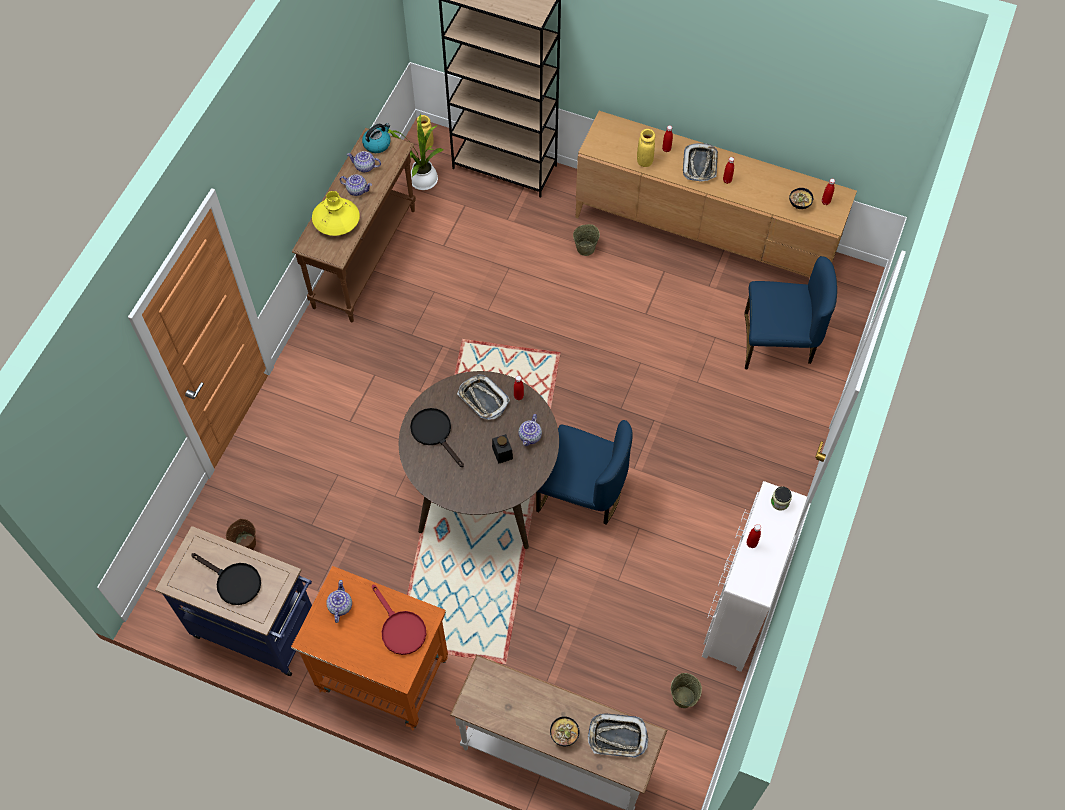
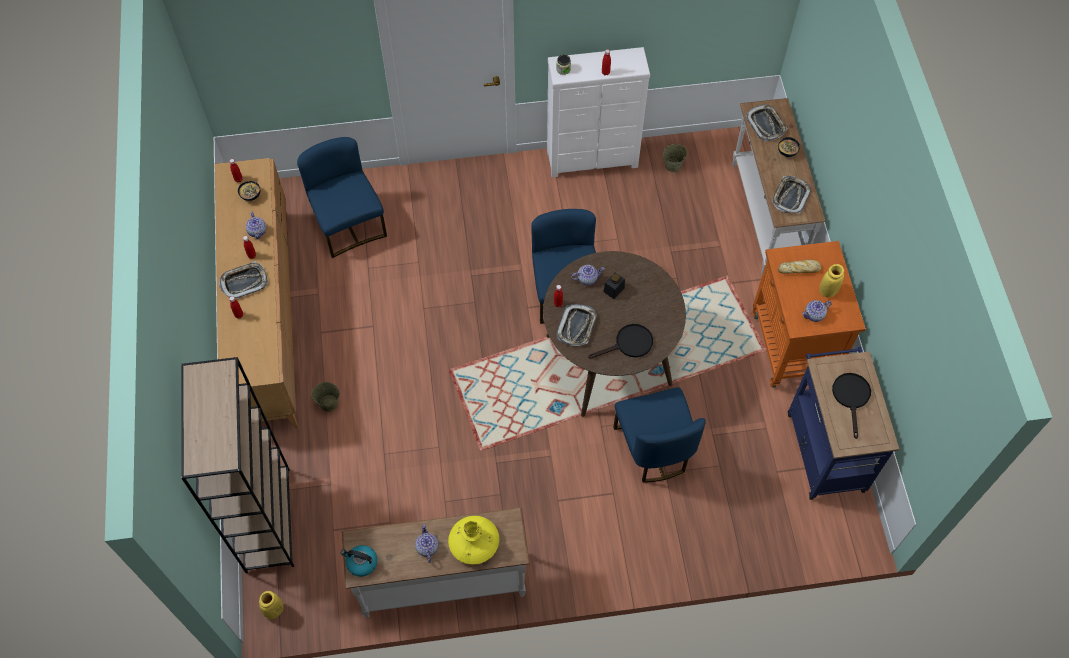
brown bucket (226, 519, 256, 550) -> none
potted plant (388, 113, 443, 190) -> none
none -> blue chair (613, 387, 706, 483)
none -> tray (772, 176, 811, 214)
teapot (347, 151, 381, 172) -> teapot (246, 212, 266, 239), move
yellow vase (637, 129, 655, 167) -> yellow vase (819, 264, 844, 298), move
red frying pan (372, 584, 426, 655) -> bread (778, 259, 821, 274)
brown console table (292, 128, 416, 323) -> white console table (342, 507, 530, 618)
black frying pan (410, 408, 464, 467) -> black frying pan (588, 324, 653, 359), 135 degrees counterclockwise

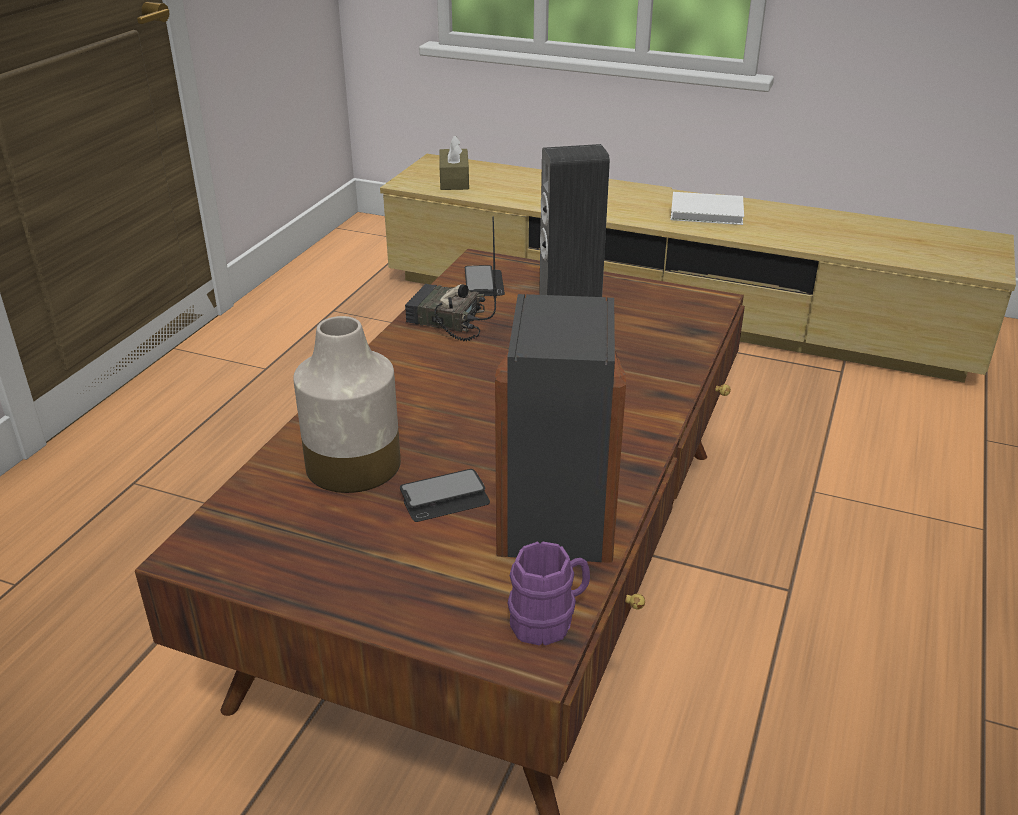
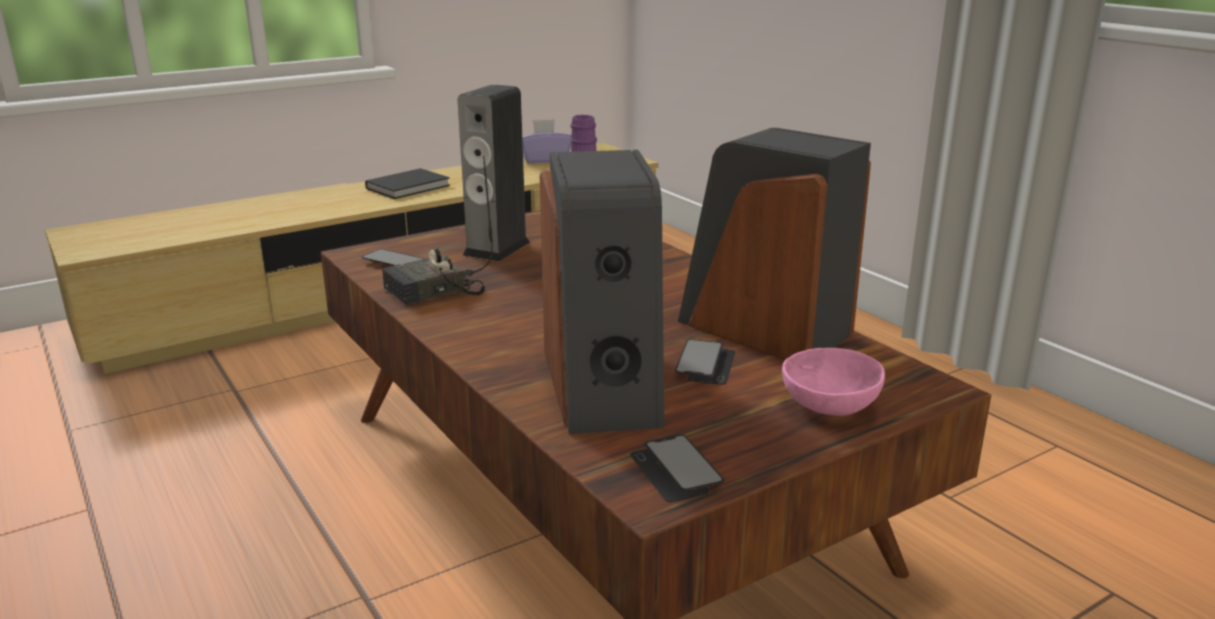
brown tissue box (440, 135, 469, 190) -> none
none -> purple tissue box (522, 119, 572, 164)
none -> phone (630, 435, 724, 502)
none -> pink bowl (782, 348, 885, 416)
purple mug (507, 541, 590, 646) -> purple mug (570, 115, 597, 152), move
beige vase (293, 316, 401, 493) -> speaker (540, 150, 664, 434)
white book (670, 192, 744, 225) -> black book (365, 168, 450, 199)

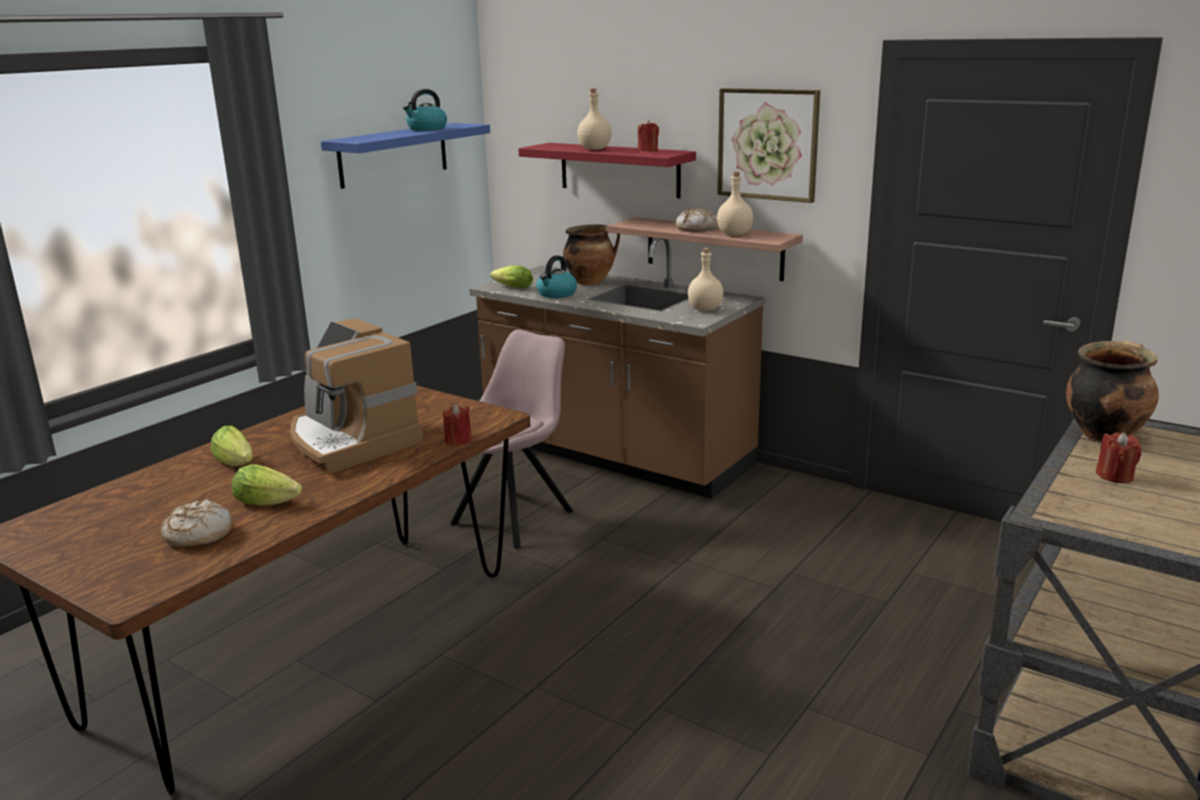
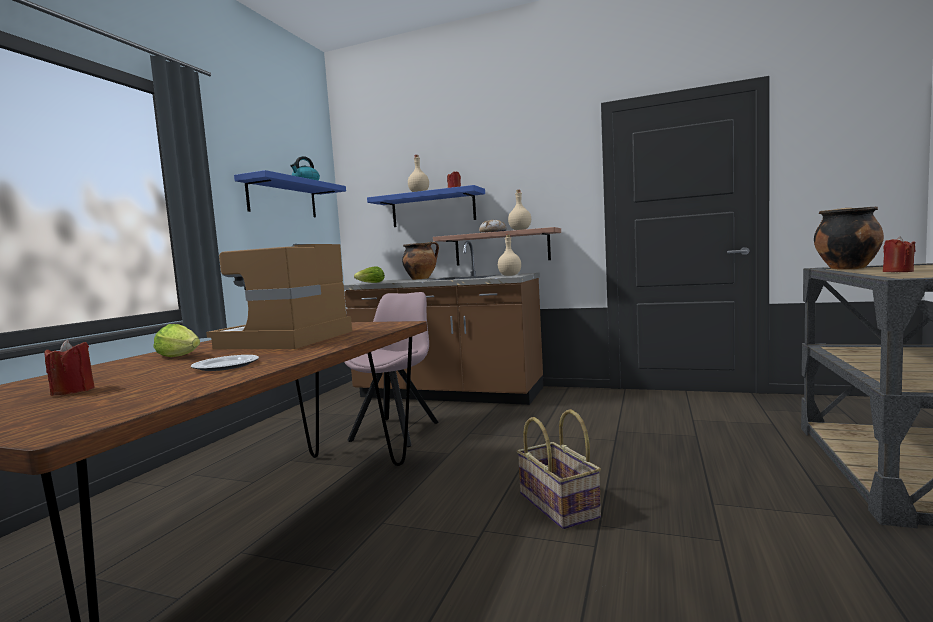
bread (161, 499, 231, 547) -> none
kettle (536, 255, 577, 298) -> none
picture (718, 88, 820, 203) -> none
none -> basket (517, 409, 601, 529)
red candle (443, 404, 472, 446) -> red candle (44, 340, 94, 396), move
lettuce (232, 464, 302, 506) -> plate (191, 355, 259, 371)
red shelf (518, 143, 696, 198) -> blue shelf (367, 185, 485, 227)
coffee machine (290, 318, 424, 475) -> coffee machine (206, 244, 352, 349), 75 degrees clockwise

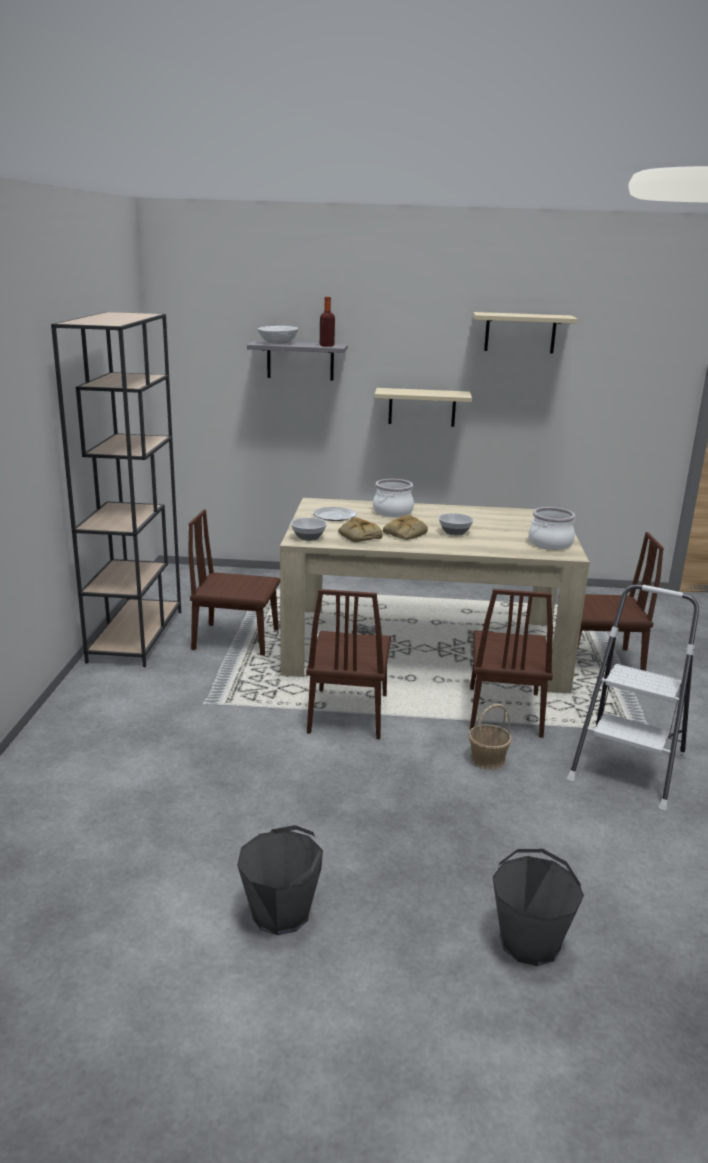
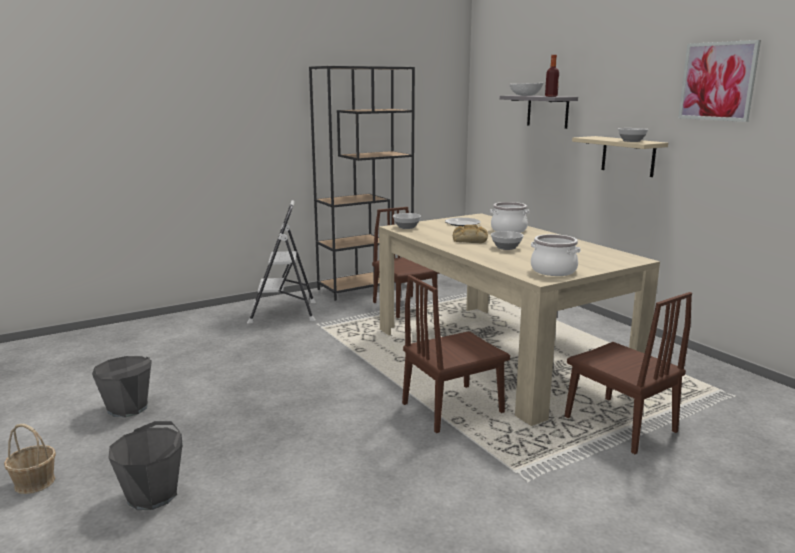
brown chair (306, 589, 391, 739) -> none
bread (338, 517, 383, 542) -> none
none -> bowl (618, 128, 648, 142)
basket (468, 704, 512, 770) -> basket (4, 424, 56, 494), move
white step ladder (567, 584, 699, 810) -> white step ladder (247, 200, 316, 324), move
beige shelf (473, 312, 578, 353) -> picture (678, 40, 761, 122)

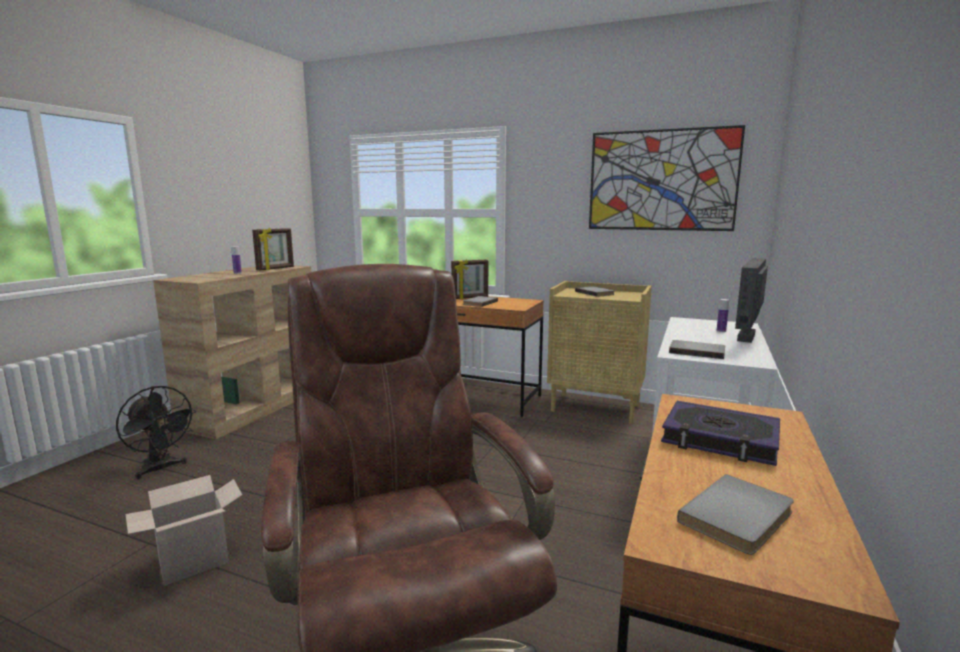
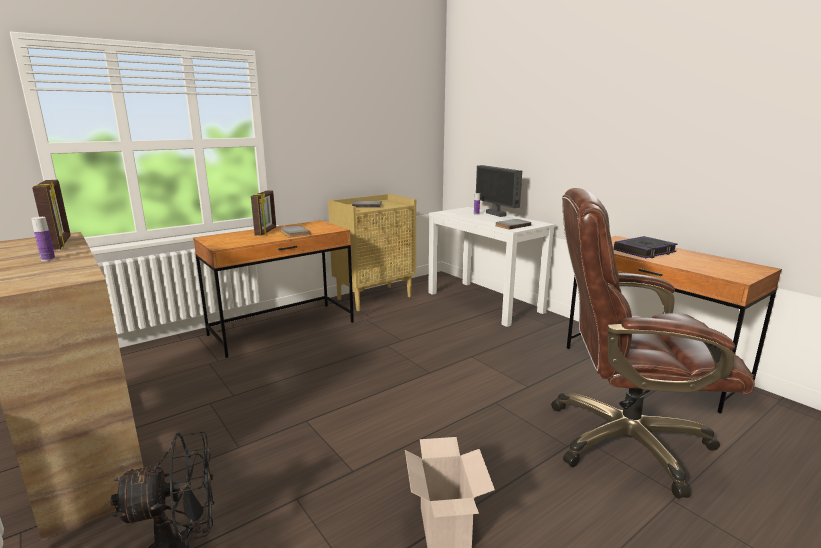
picture (589, 125, 745, 231) -> none
grey book (677, 474, 794, 555) -> none

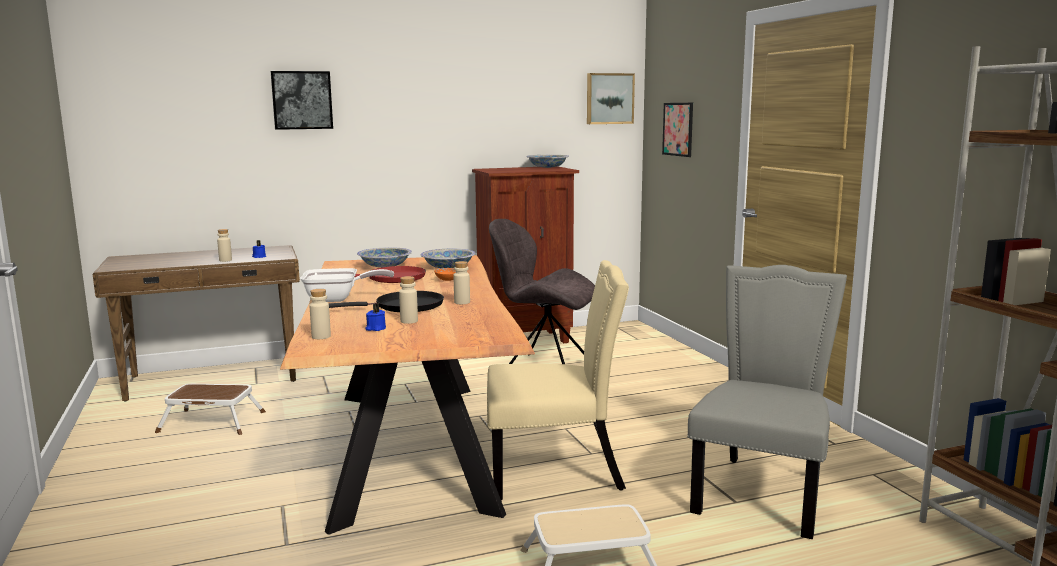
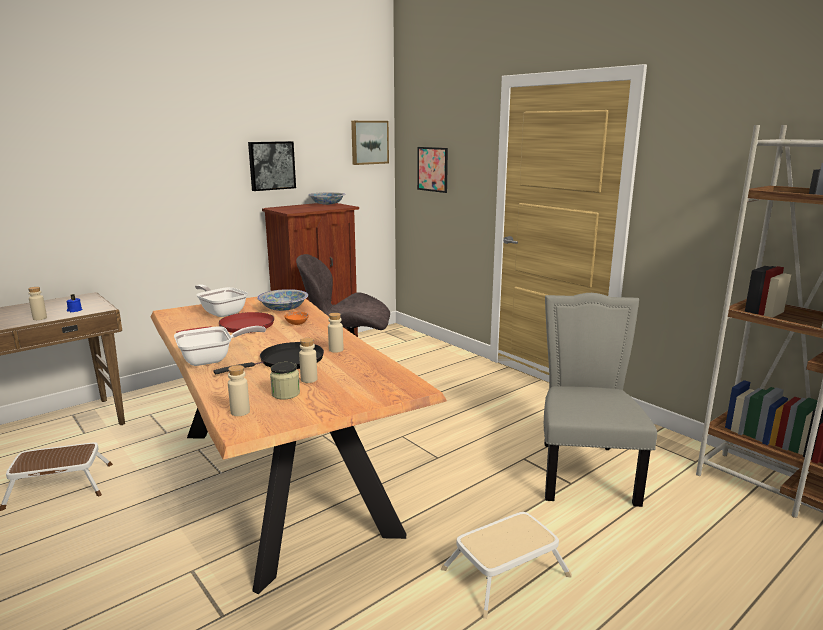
beige chair (487, 260, 629, 500) -> none
picture (271, 71, 333, 130) -> picture (248, 141, 296, 191), move
bowl (357, 247, 412, 267) -> frying pan (195, 284, 248, 317)
blue candle (365, 303, 386, 331) -> jar (270, 362, 300, 399)

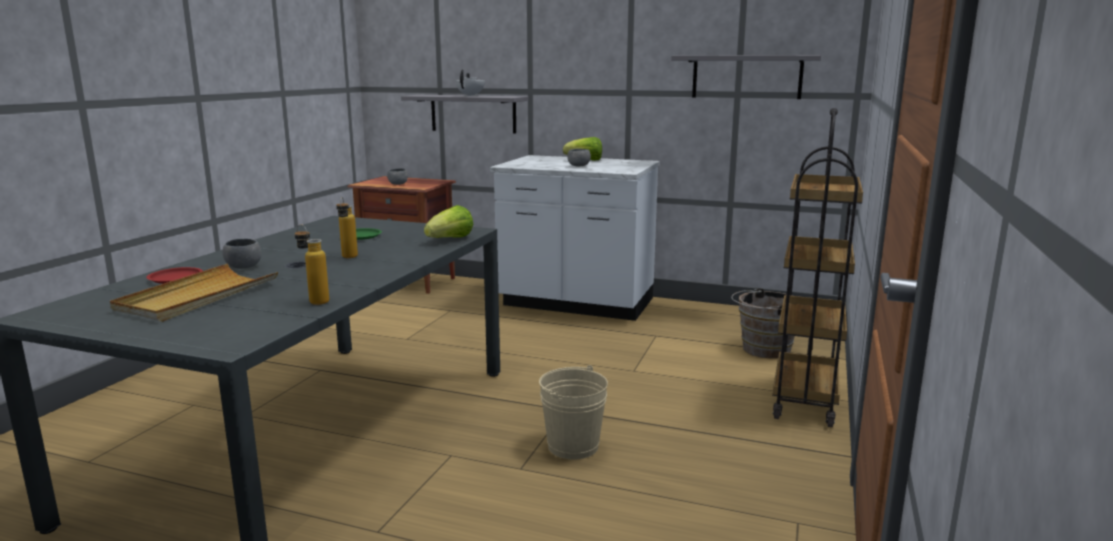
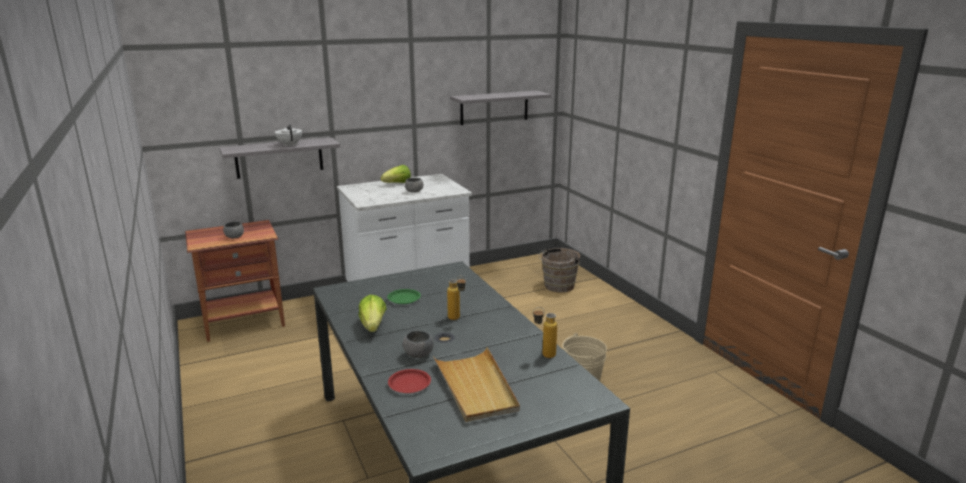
brown cart (772, 108, 863, 427) -> none
lettuce (424, 205, 473, 238) -> lettuce (359, 295, 387, 332), move

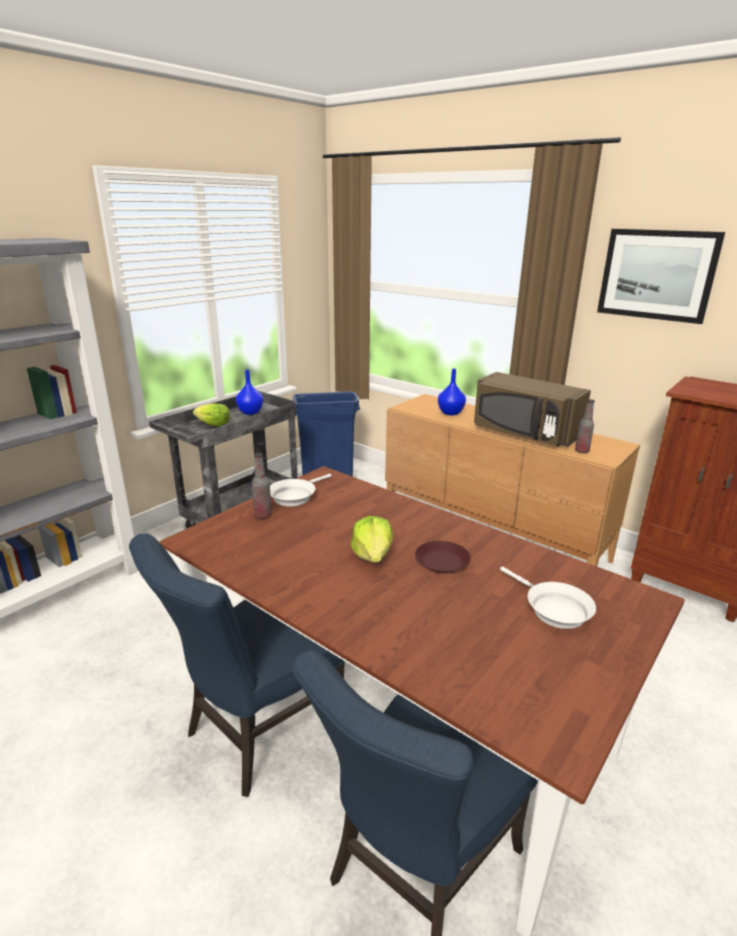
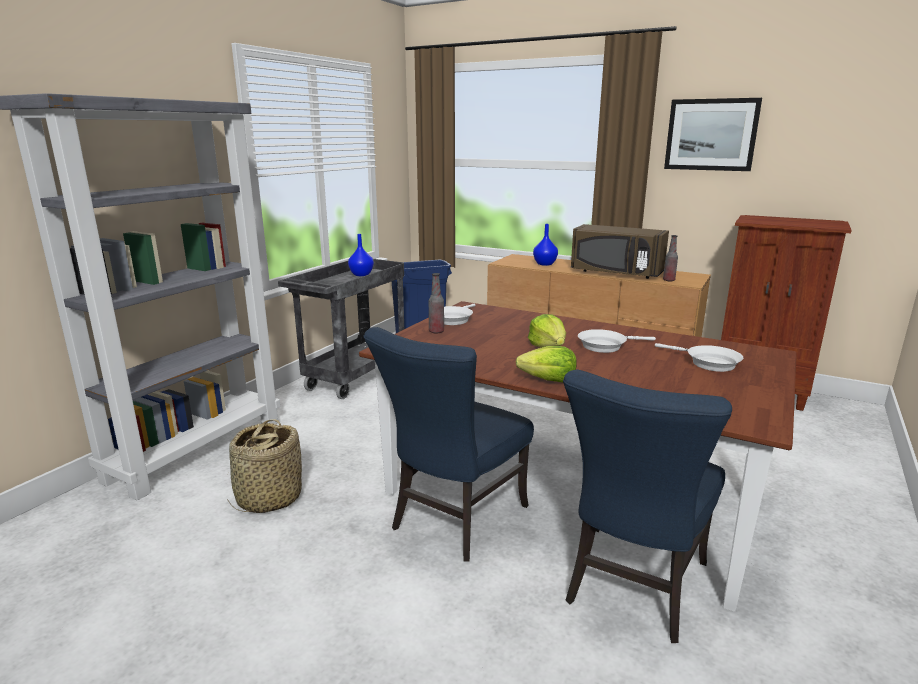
none -> basket (227, 419, 302, 513)
lettuce (193, 403, 230, 427) -> lettuce (515, 346, 577, 382), move
brown plate (415, 541, 471, 573) -> white frying pan (578, 329, 656, 353)

